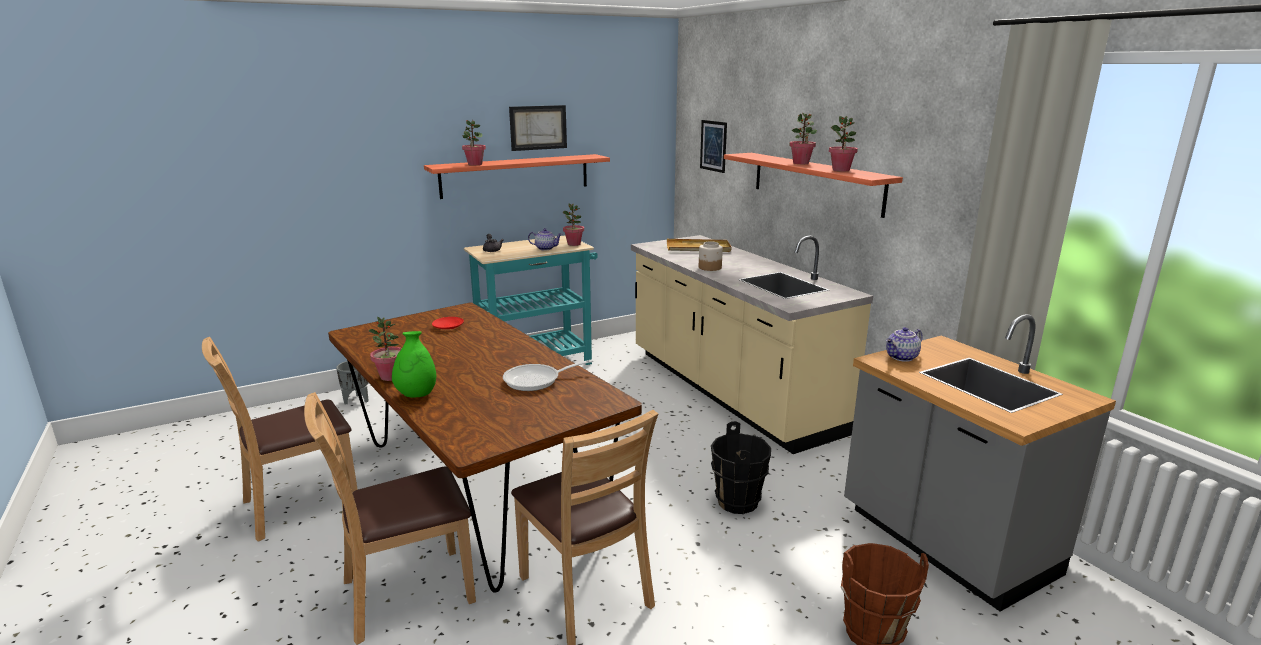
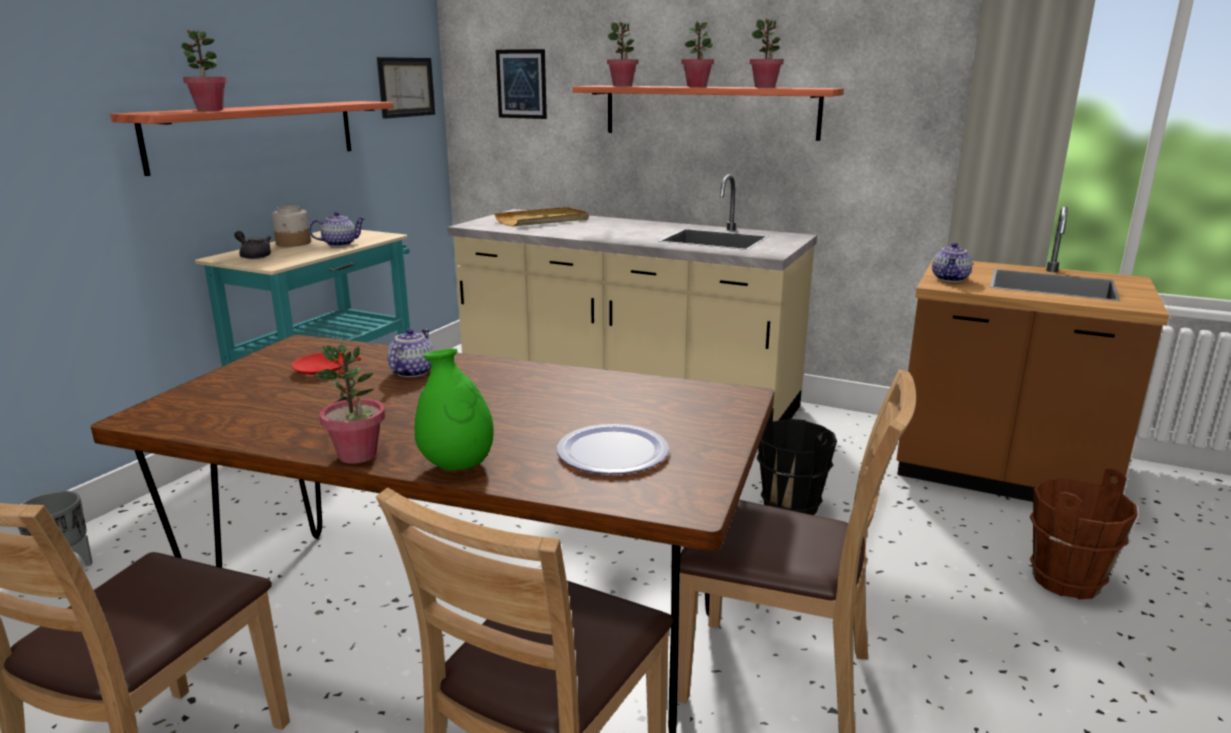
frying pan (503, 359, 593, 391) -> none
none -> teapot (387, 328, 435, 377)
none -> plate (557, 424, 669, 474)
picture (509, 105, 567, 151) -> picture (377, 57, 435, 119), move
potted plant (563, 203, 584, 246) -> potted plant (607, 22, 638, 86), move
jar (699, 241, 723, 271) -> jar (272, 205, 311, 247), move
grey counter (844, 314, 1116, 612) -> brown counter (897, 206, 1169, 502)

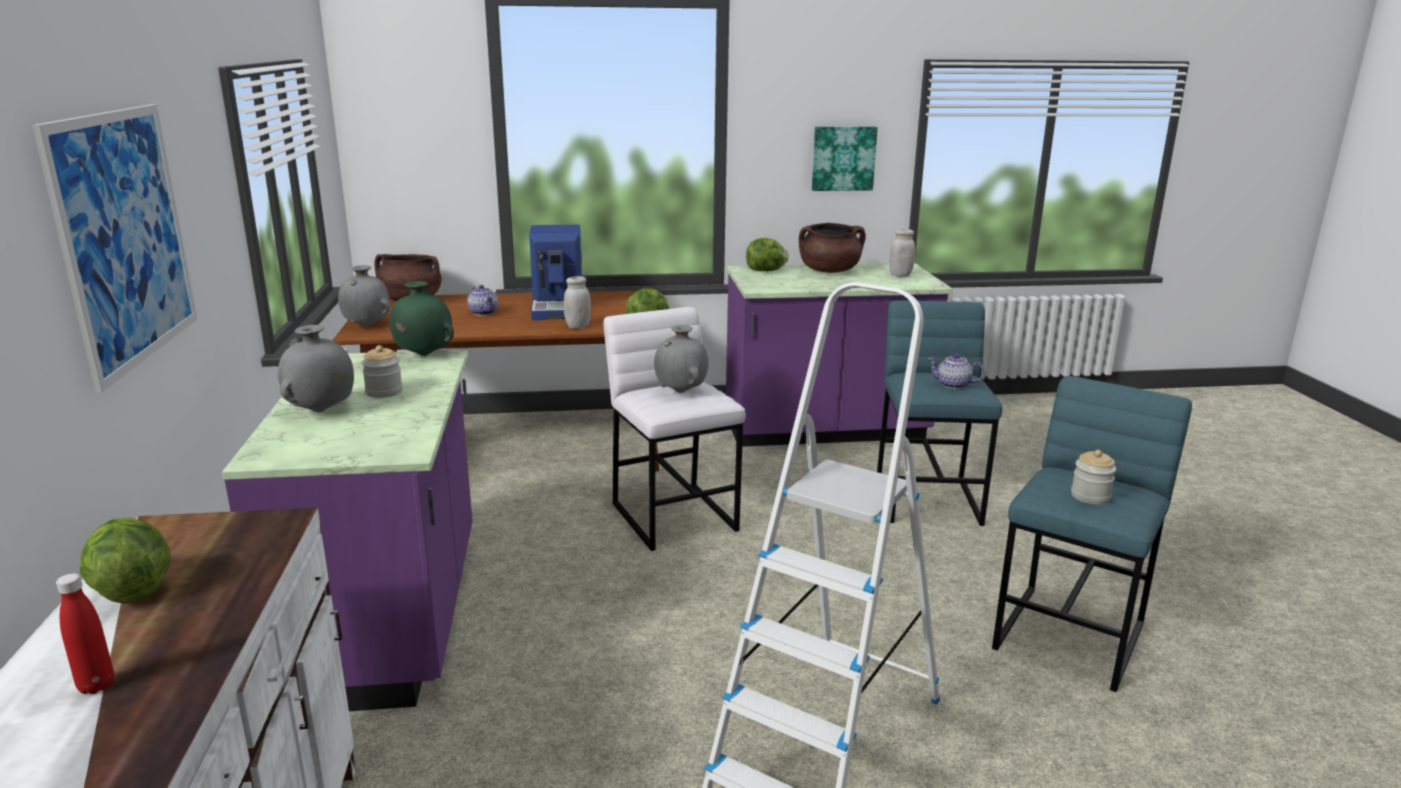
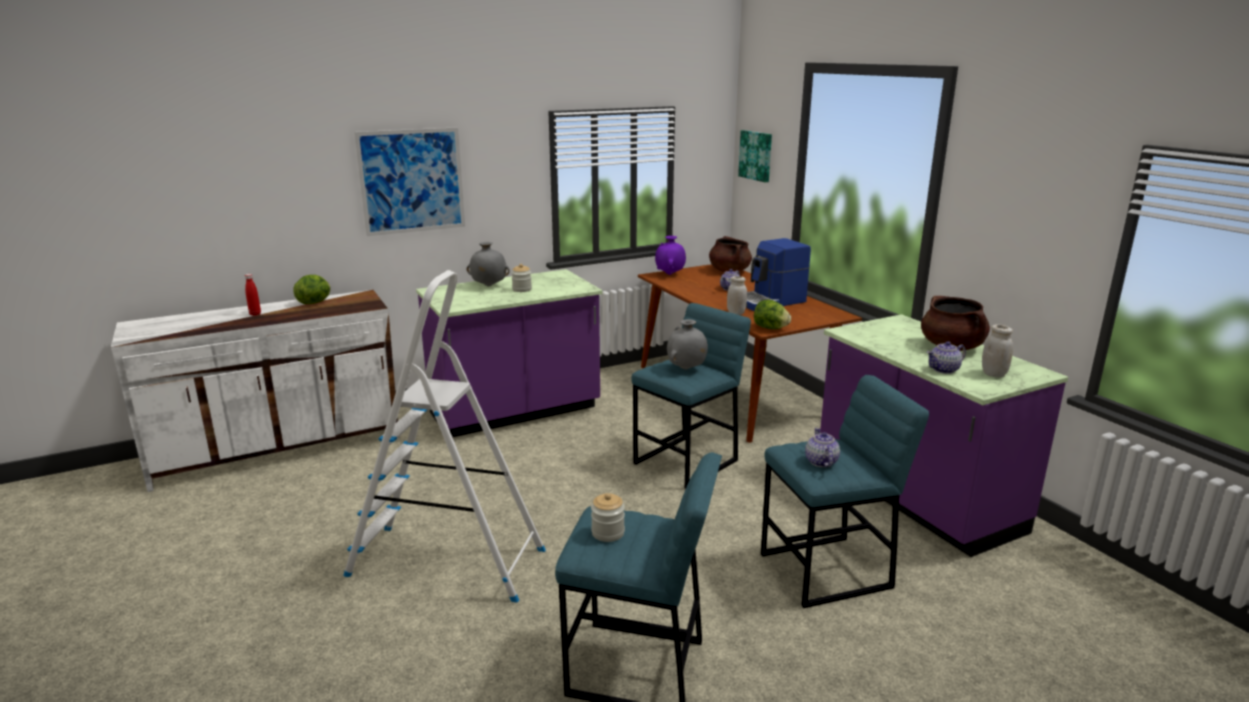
green vase (389, 281, 454, 356) -> none
lettuce (746, 238, 789, 271) -> none
none -> teapot (927, 341, 966, 374)
picture (812, 126, 877, 191) -> picture (738, 130, 772, 182), move
grey vase (338, 265, 390, 327) -> purple vase (655, 236, 686, 275)
white stool (604, 307, 745, 551) -> blue stool (631, 303, 751, 489)

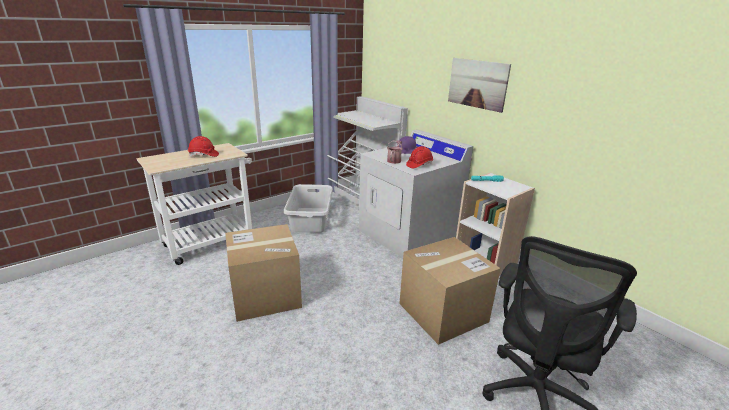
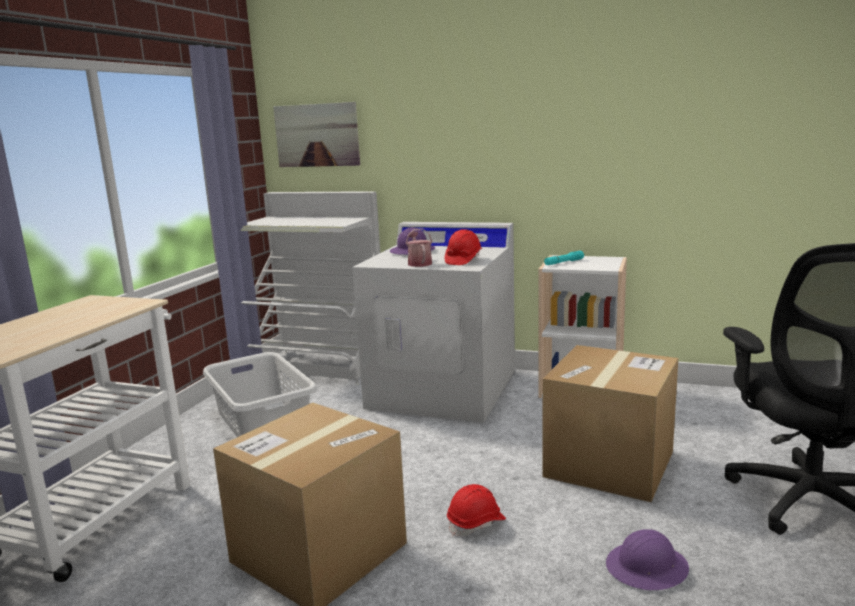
none -> purple hard hat (606, 529, 689, 590)
red hard hat (188, 136, 219, 157) -> red hard hat (447, 484, 506, 537), move
picture (448, 58, 511, 113) -> picture (273, 102, 360, 167), move

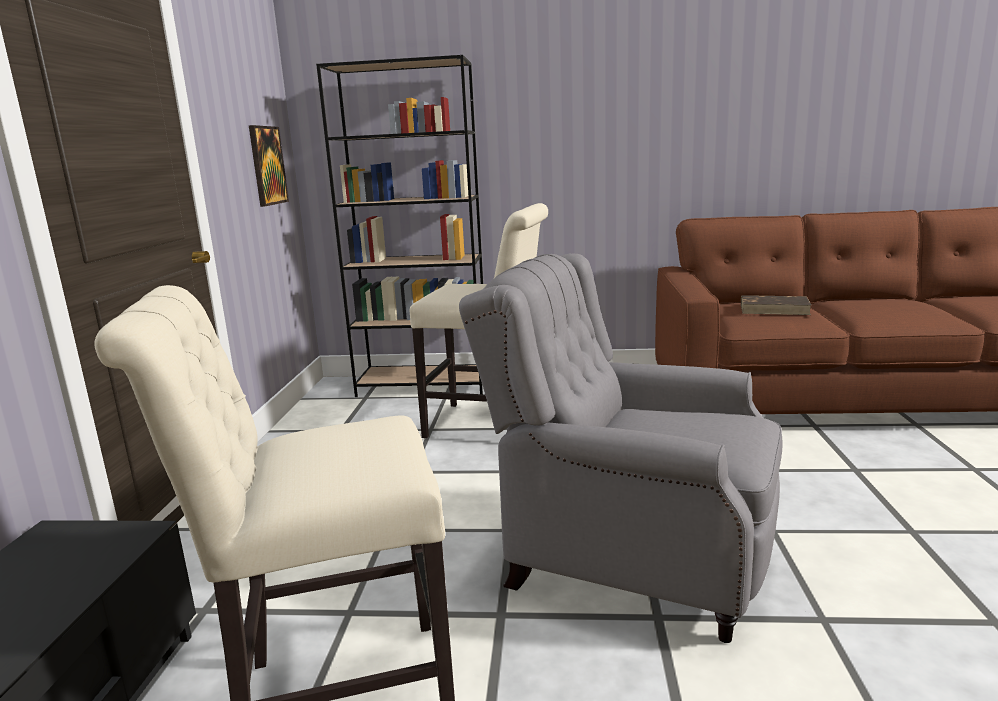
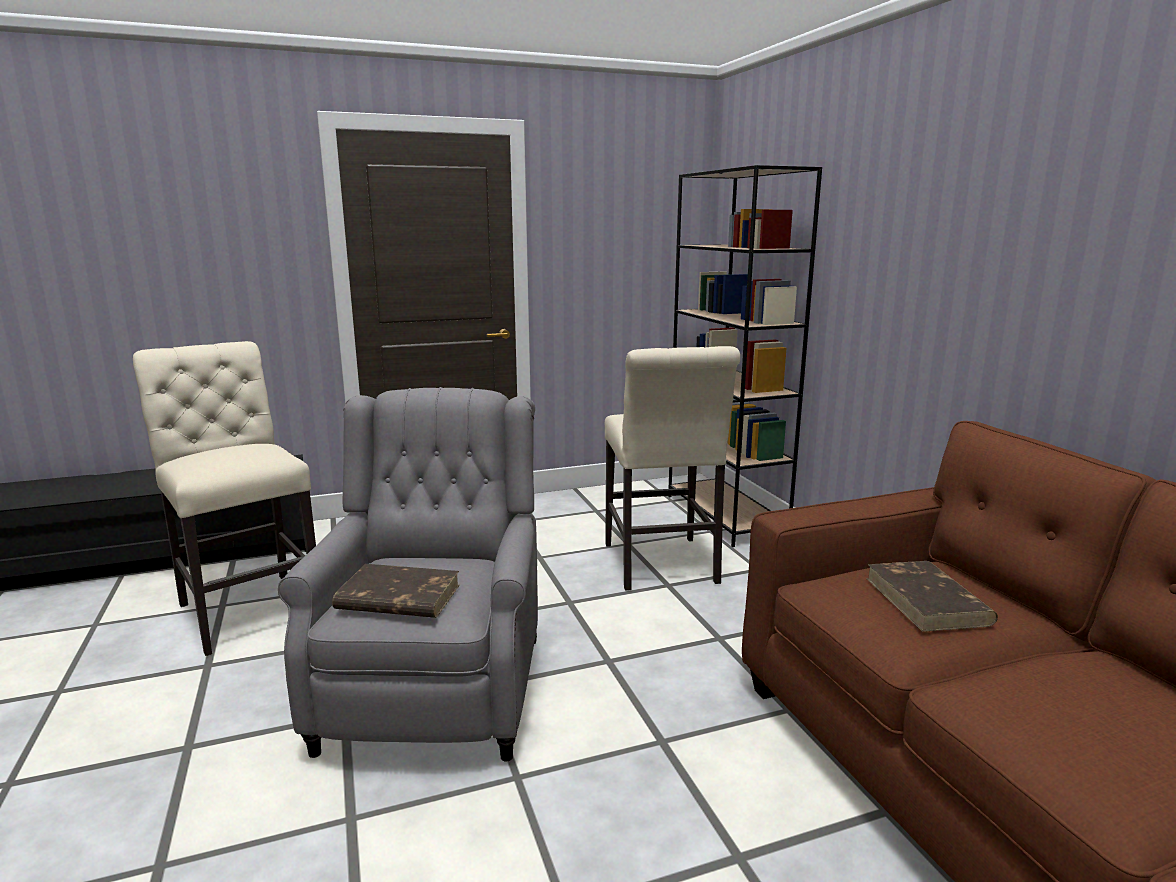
picture (249, 125, 289, 207) -> none
none -> brown book (332, 564, 460, 618)

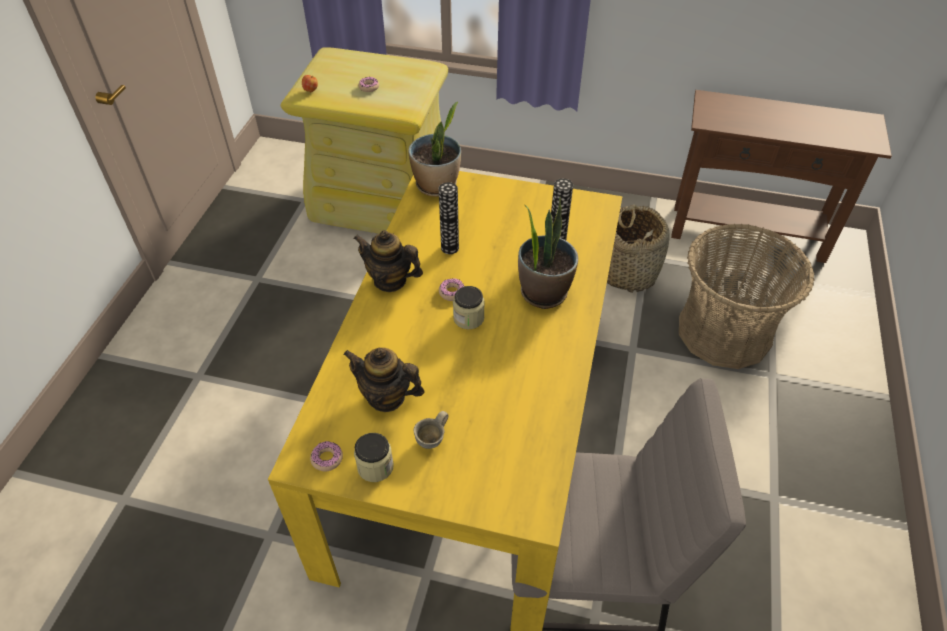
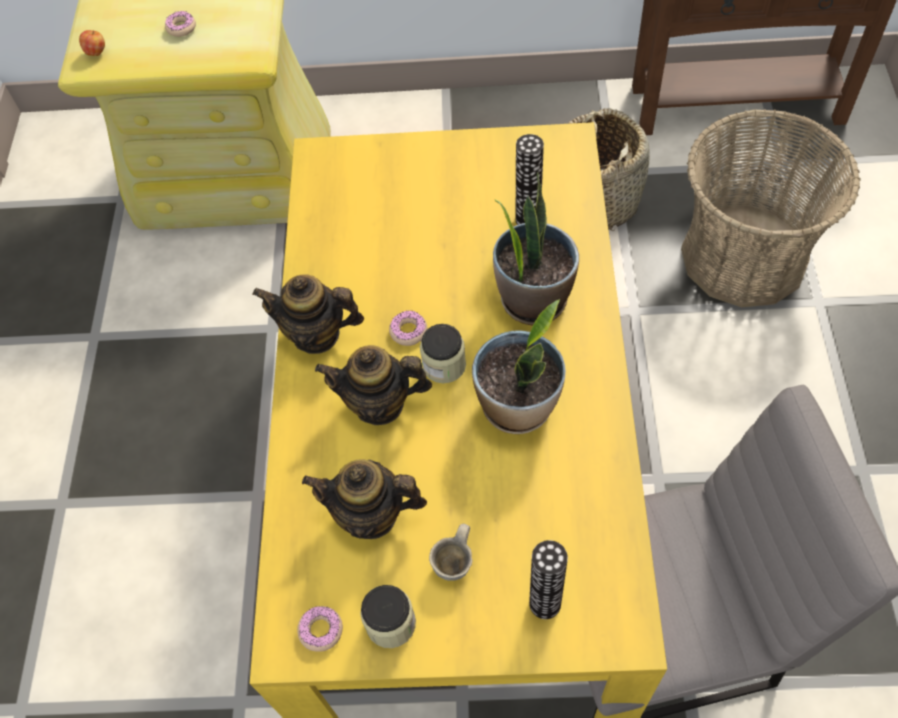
none -> teapot (315, 345, 432, 425)
potted plant (408, 102, 461, 197) -> potted plant (472, 299, 566, 434), move
vase (438, 182, 459, 254) -> vase (529, 540, 568, 619), move

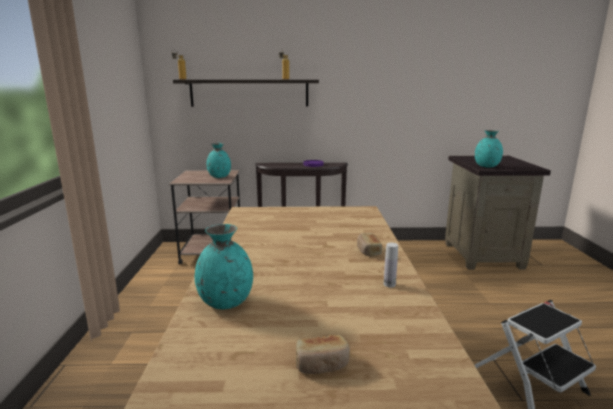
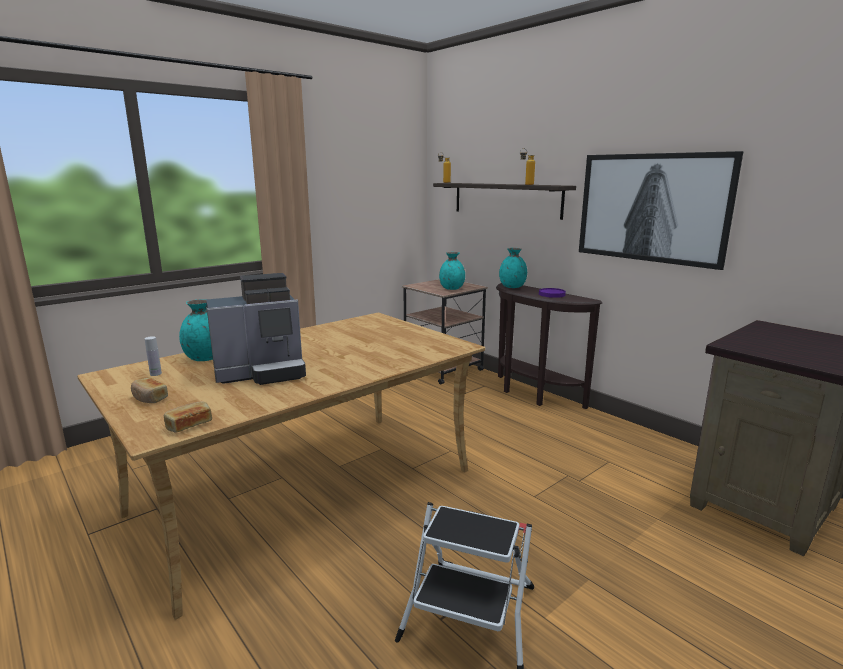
none -> coffee machine (206, 273, 306, 385)
none -> picture (579, 151, 744, 270)
bread (357, 233, 382, 257) -> bread (164, 401, 212, 433), move
white bottle (384, 243, 398, 287) -> white bottle (145, 336, 162, 376), move
turquoise vase (475, 130, 503, 167) -> turquoise vase (499, 248, 527, 288), move

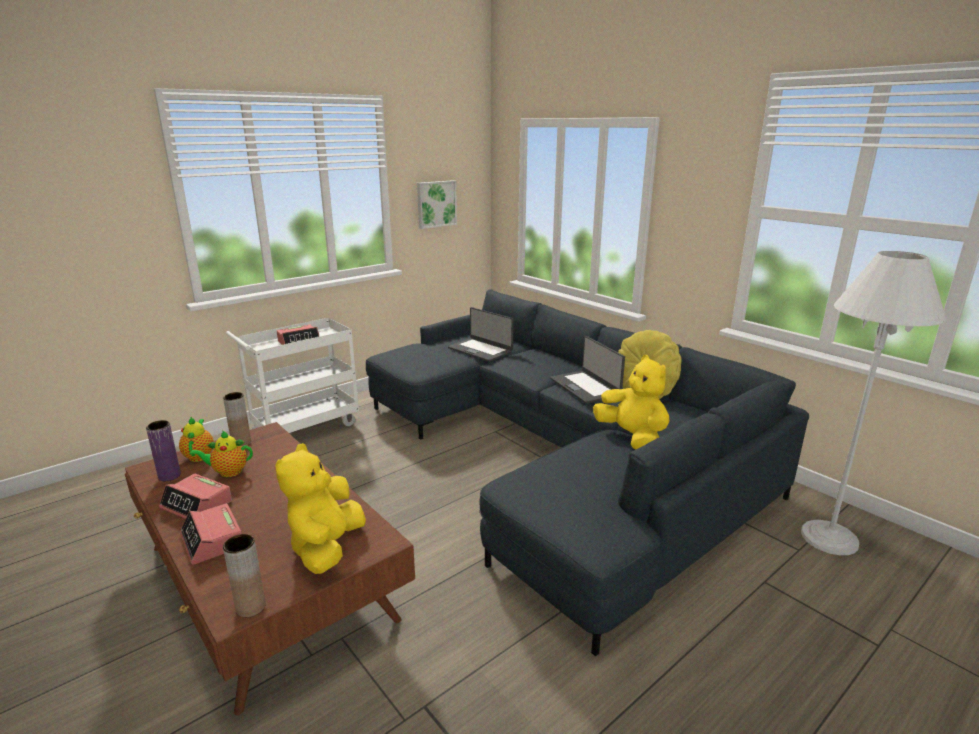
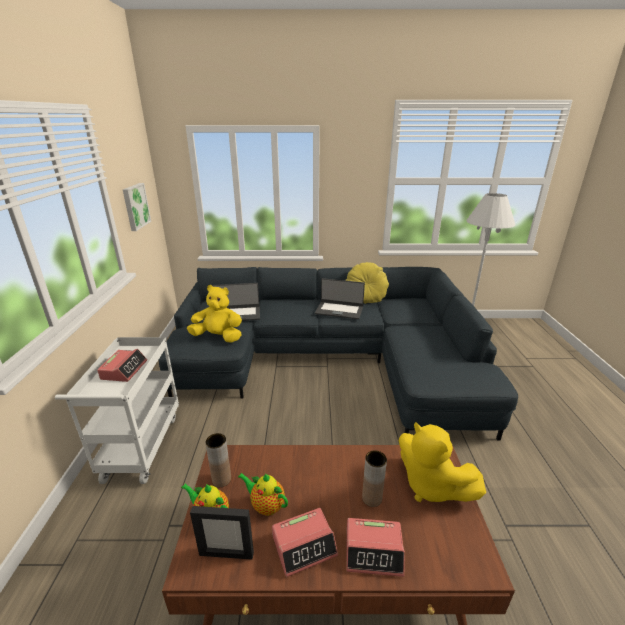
brown vase (223, 534, 266, 618) -> brown vase (362, 450, 387, 507), move
yellow plush toy (593, 355, 669, 449) -> yellow plush toy (187, 285, 242, 343), move
purple vase (146, 420, 181, 481) -> picture frame (190, 506, 254, 560)
teapot (190, 431, 253, 477) -> teapot (238, 473, 288, 516), 90 degrees clockwise

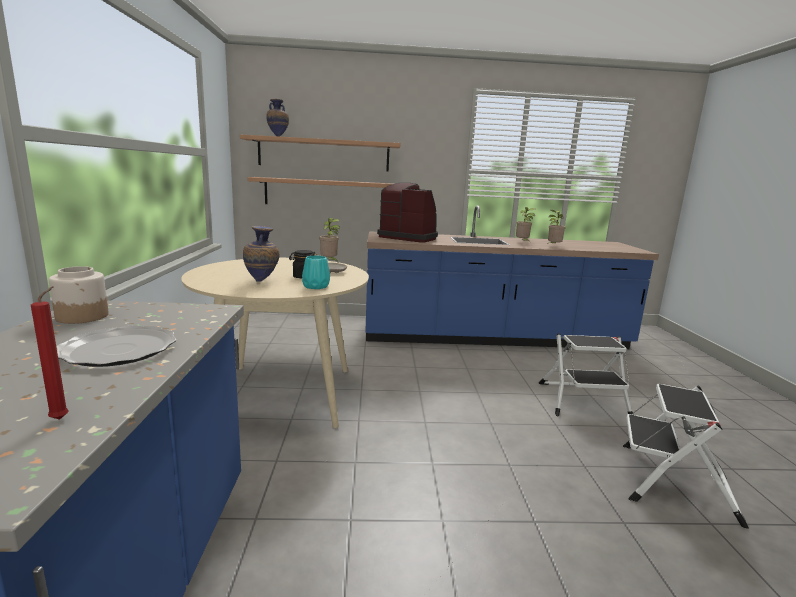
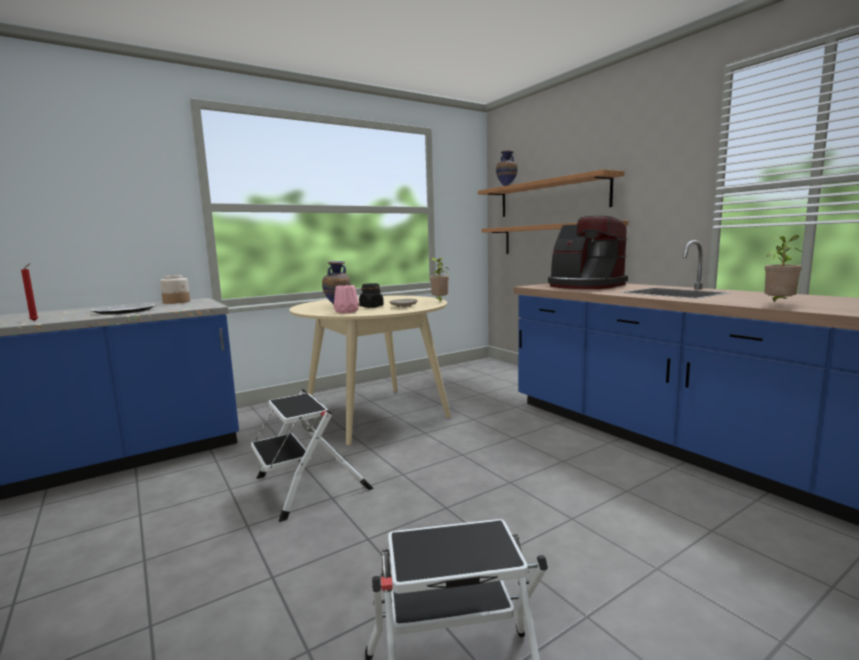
potted plant (516, 207, 536, 243) -> none
step ladder (539, 334, 633, 416) -> step ladder (251, 389, 373, 522), move
turquoise vase (302, 256, 330, 289) -> pink vase (334, 285, 359, 313)
coffee machine (377, 183, 438, 243) -> coffee machine (548, 216, 628, 289), 135 degrees clockwise

